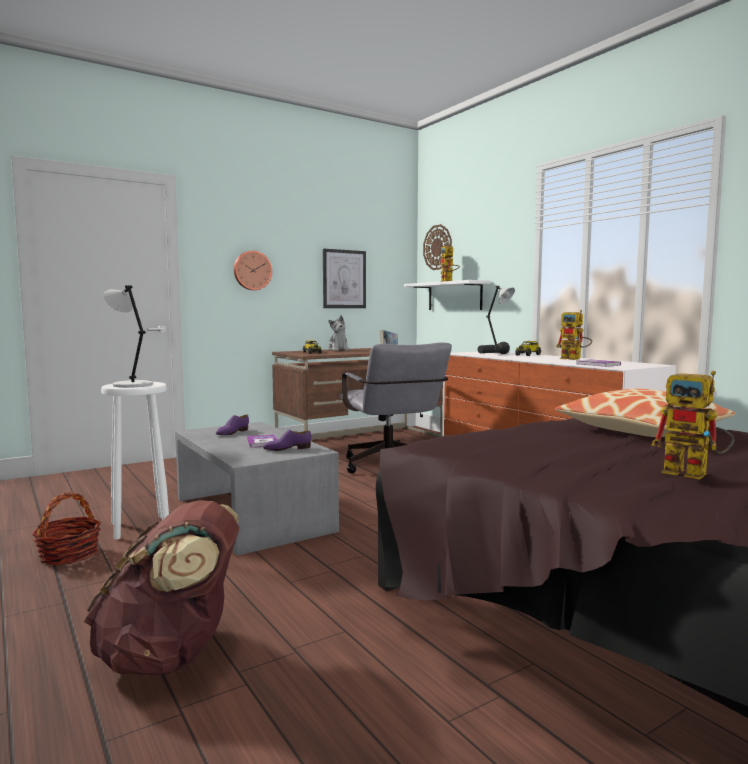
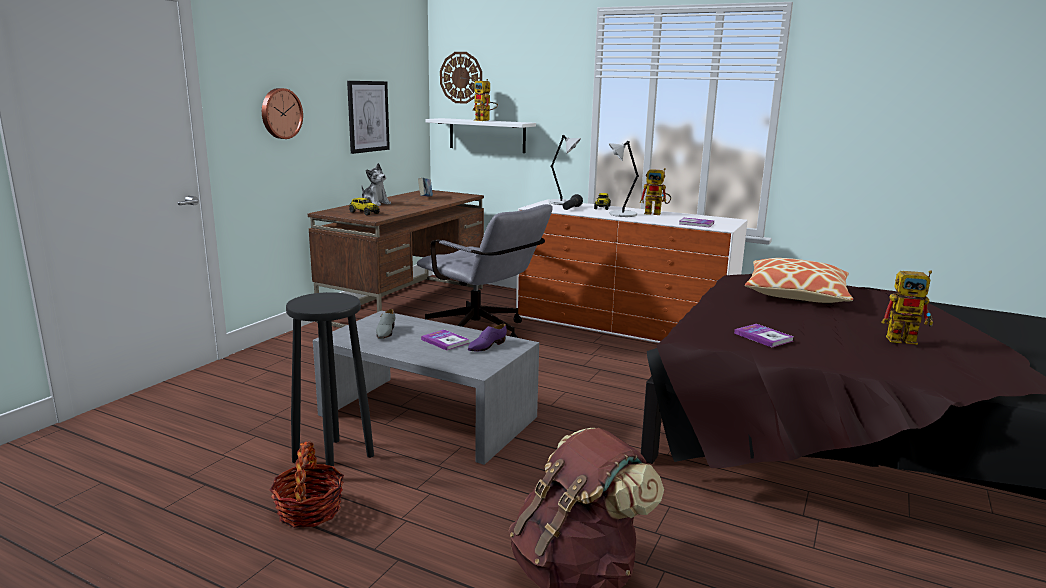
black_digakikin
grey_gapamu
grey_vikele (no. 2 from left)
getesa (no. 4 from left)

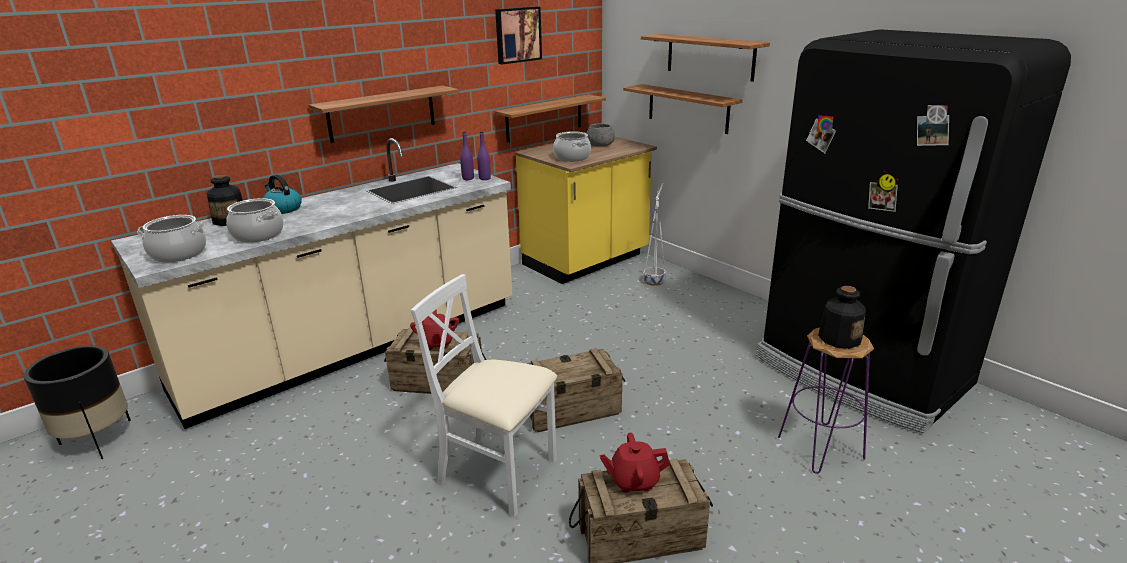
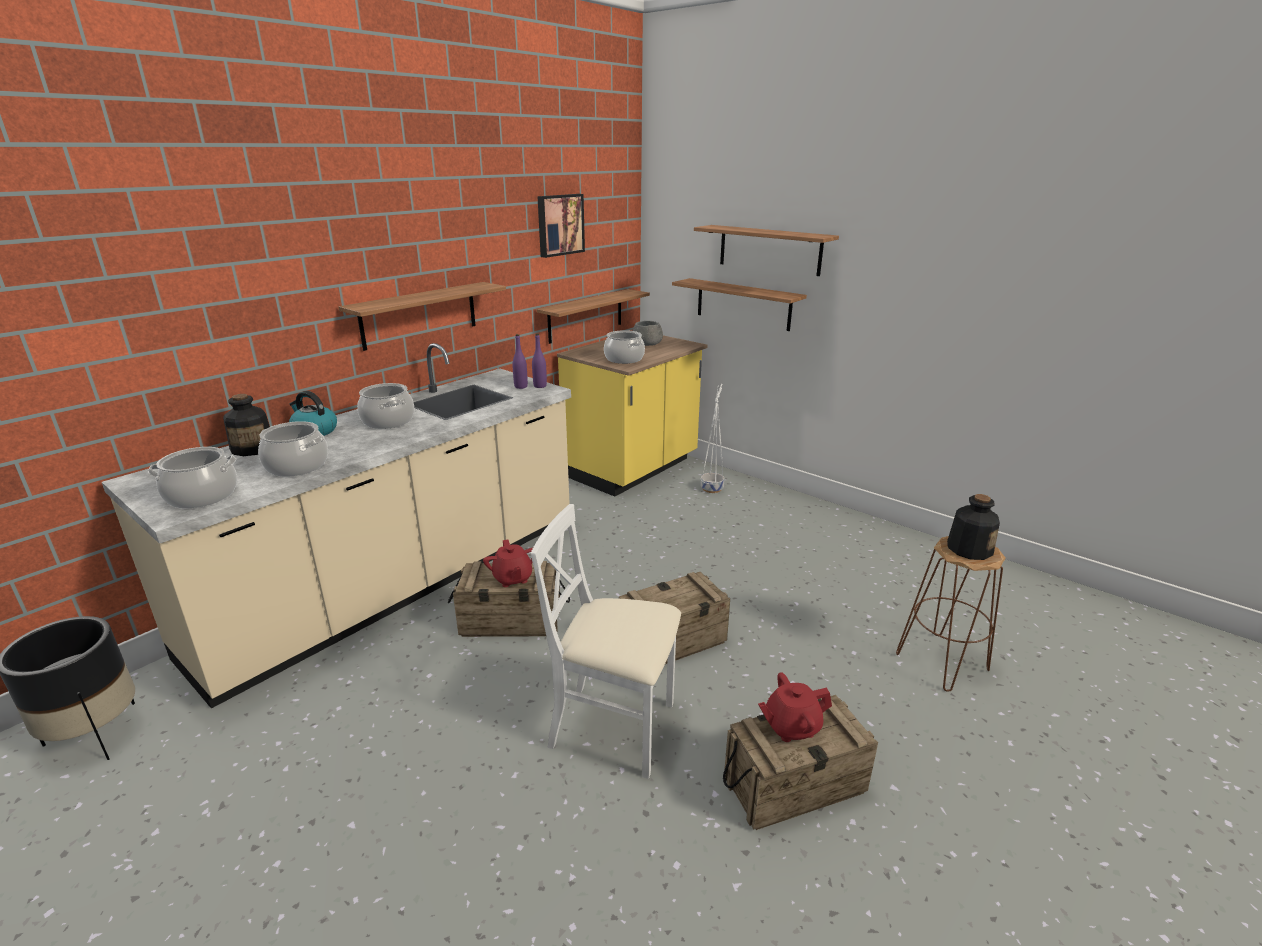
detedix (no. 3 from left)
brown_digakikin
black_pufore

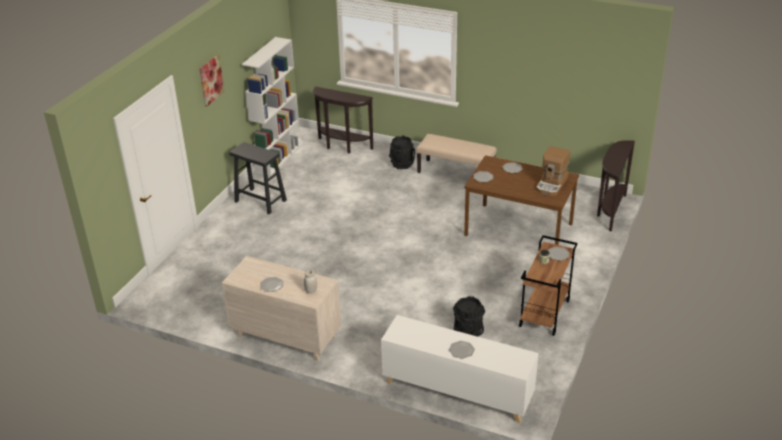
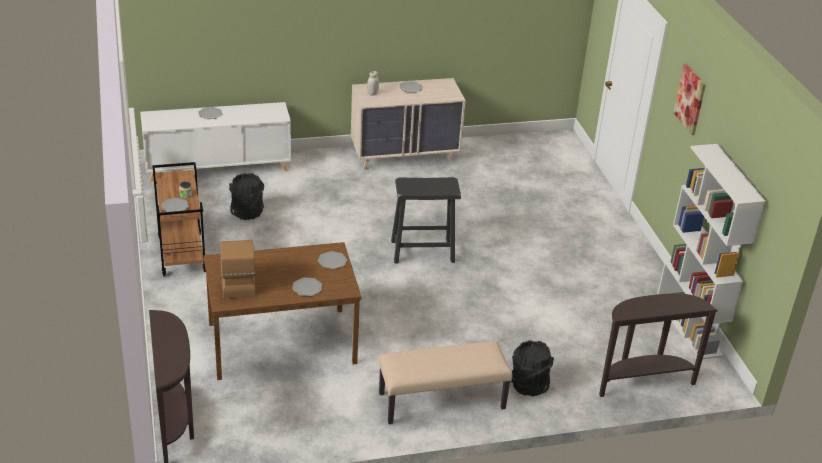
black_digakikin

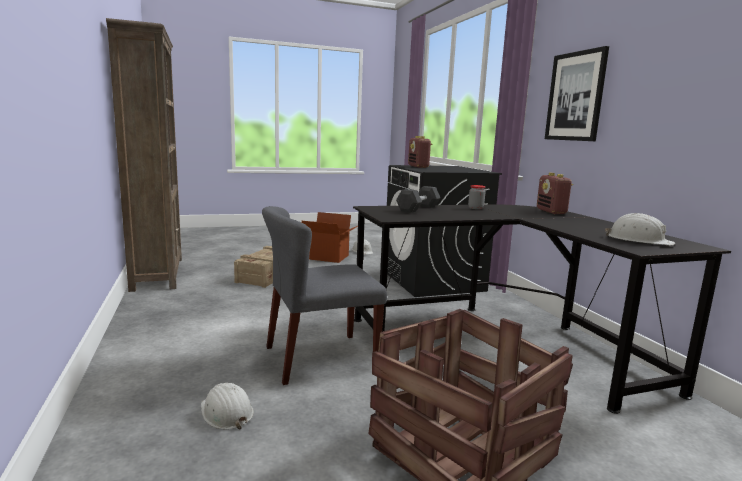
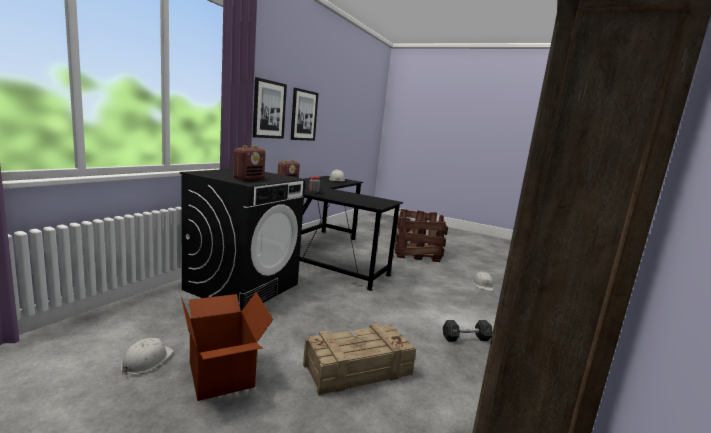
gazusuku (no. 2 from left)
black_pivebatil
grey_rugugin

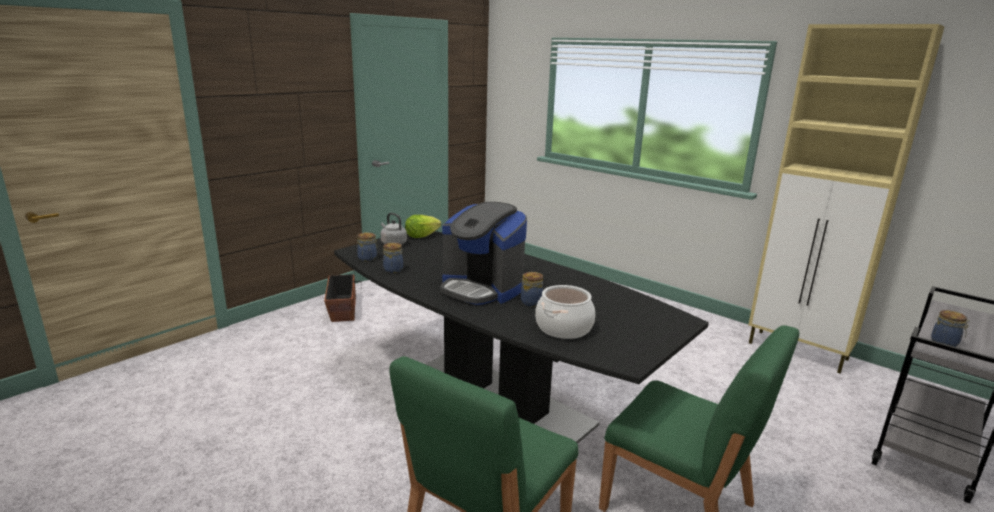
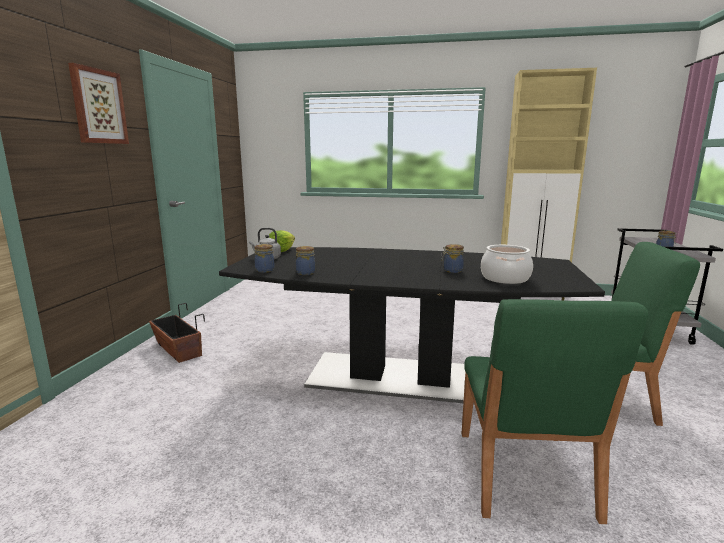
gazusuku
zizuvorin

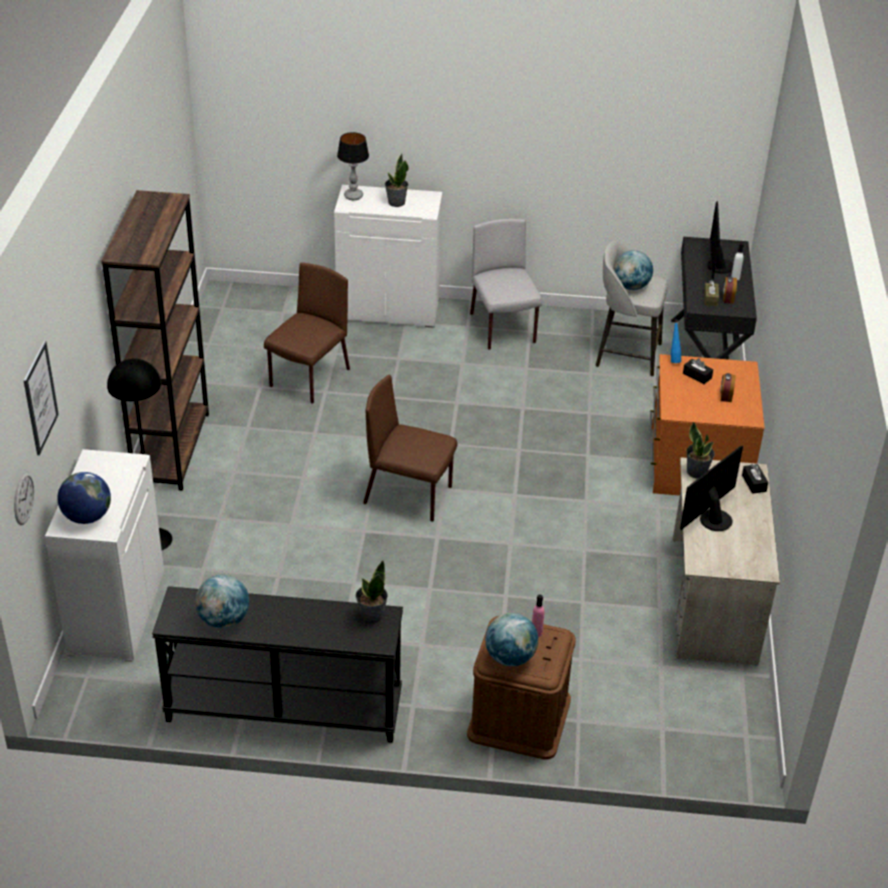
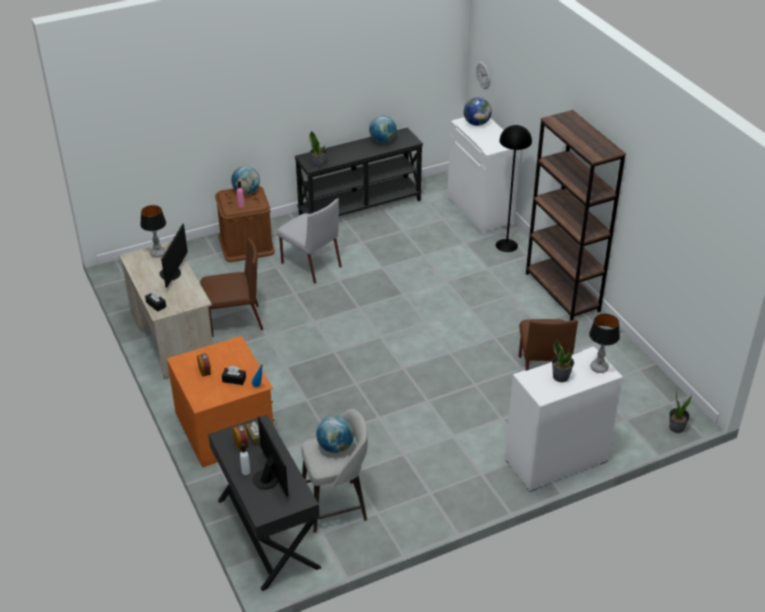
vikele (no. 1 from left)
brown_rugugin (no. 1 from left)
grey_rugugin
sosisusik (no. 3 from left)
gazusuku

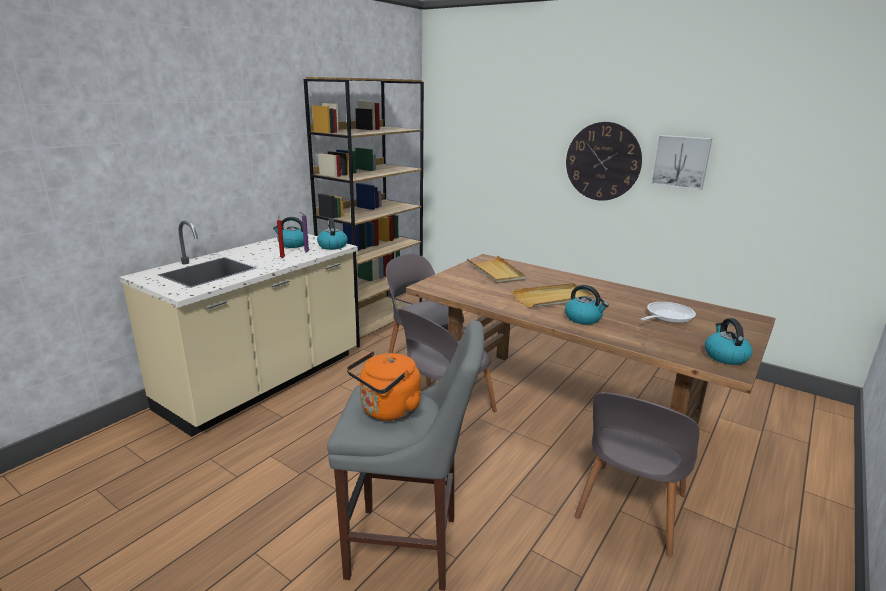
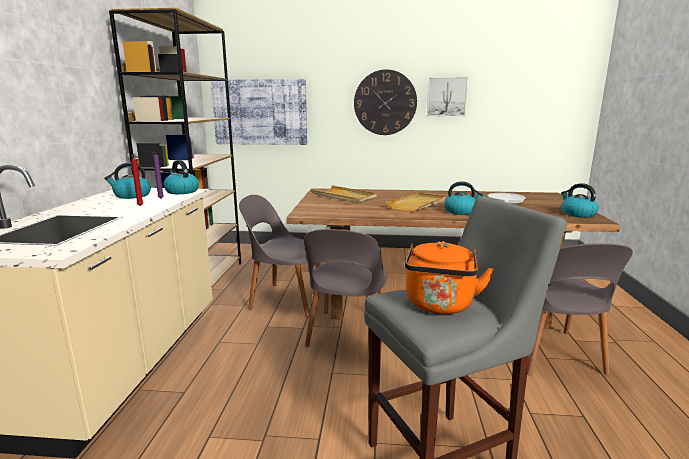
gazusuku (no. 1 from left)

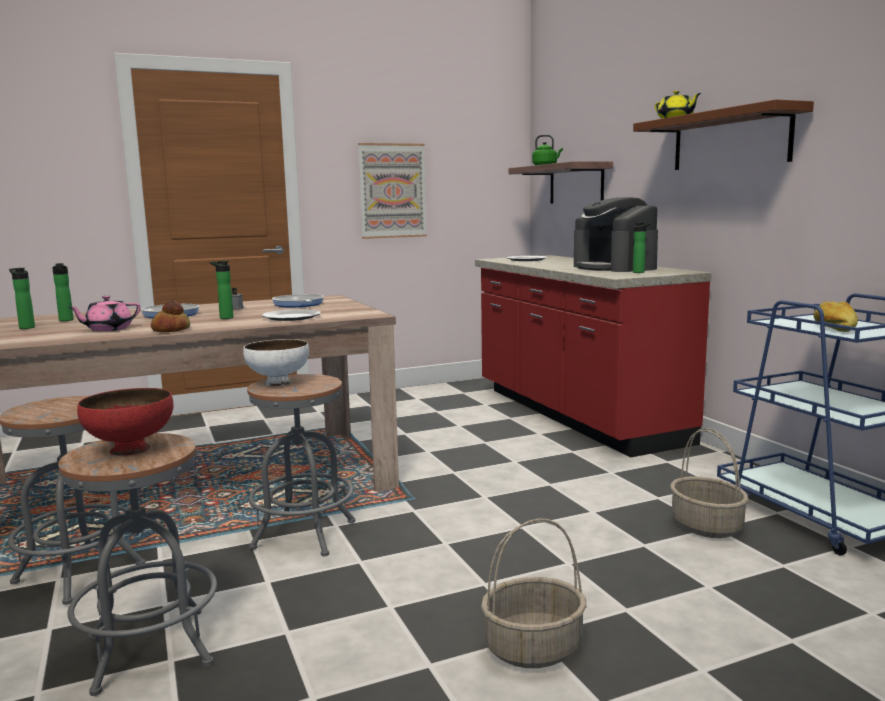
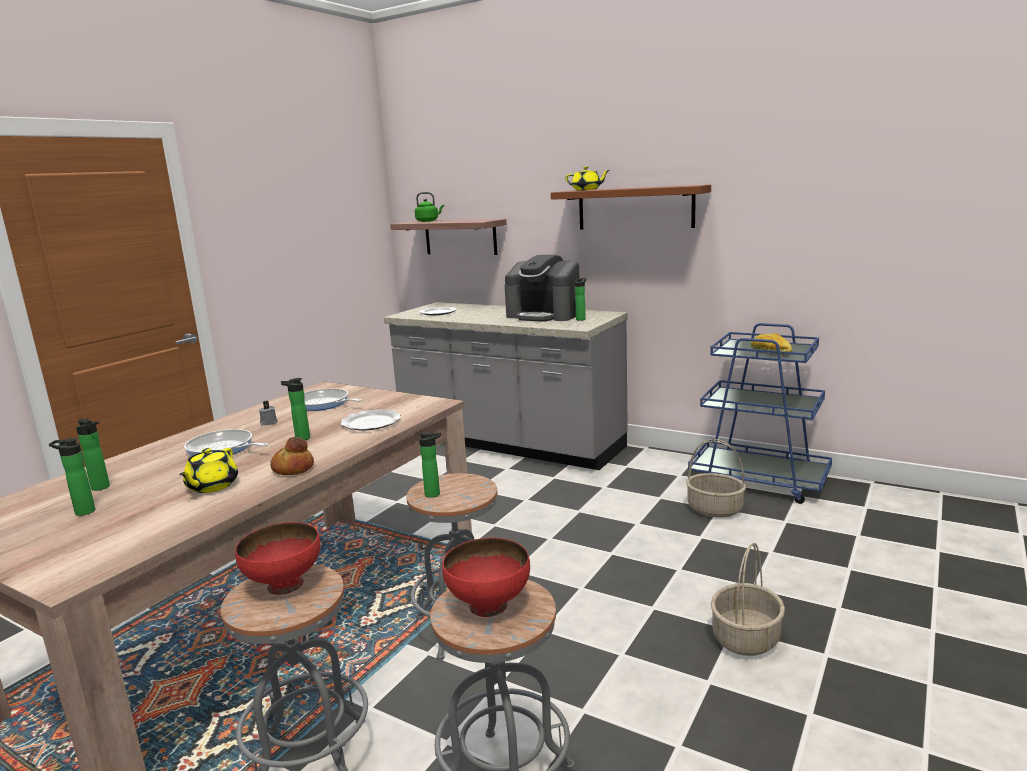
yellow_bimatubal (no. 1 from left)
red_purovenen (no. 1 from left)
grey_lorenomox
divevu (no. 4 from left)
gazusuku

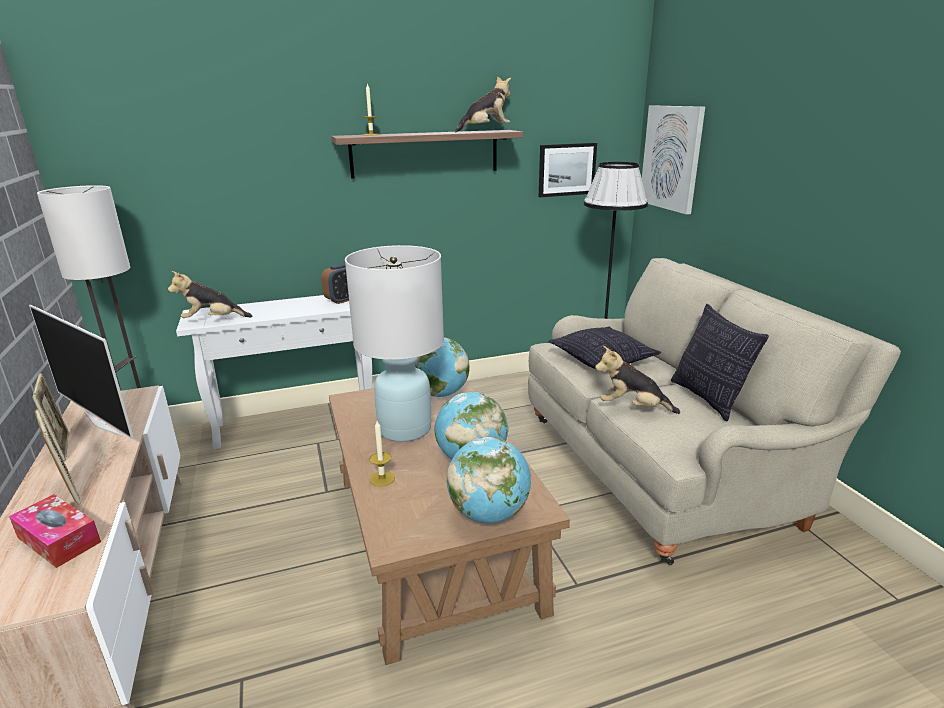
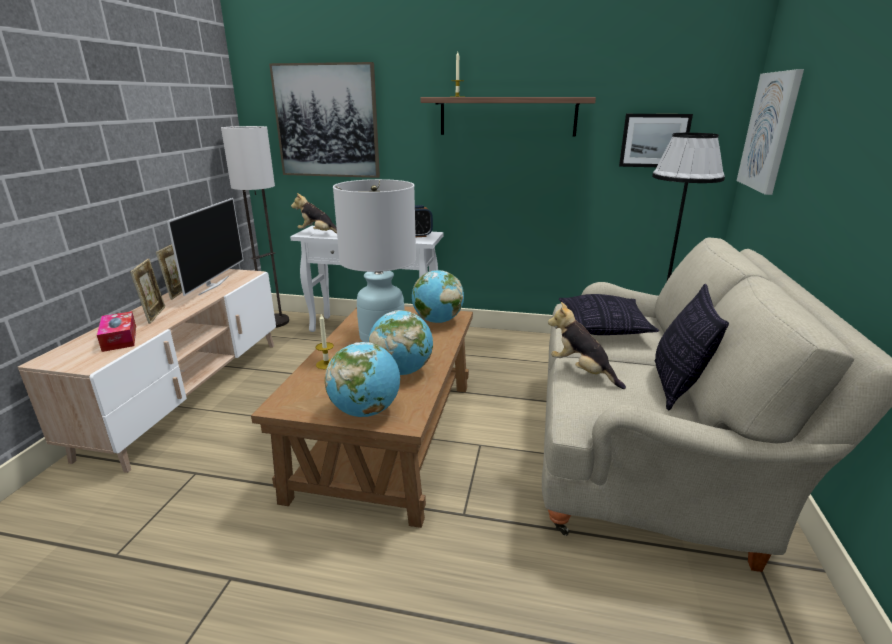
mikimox
gazusuku (no. 1 from left)
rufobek (no. 2 from left in the first image)

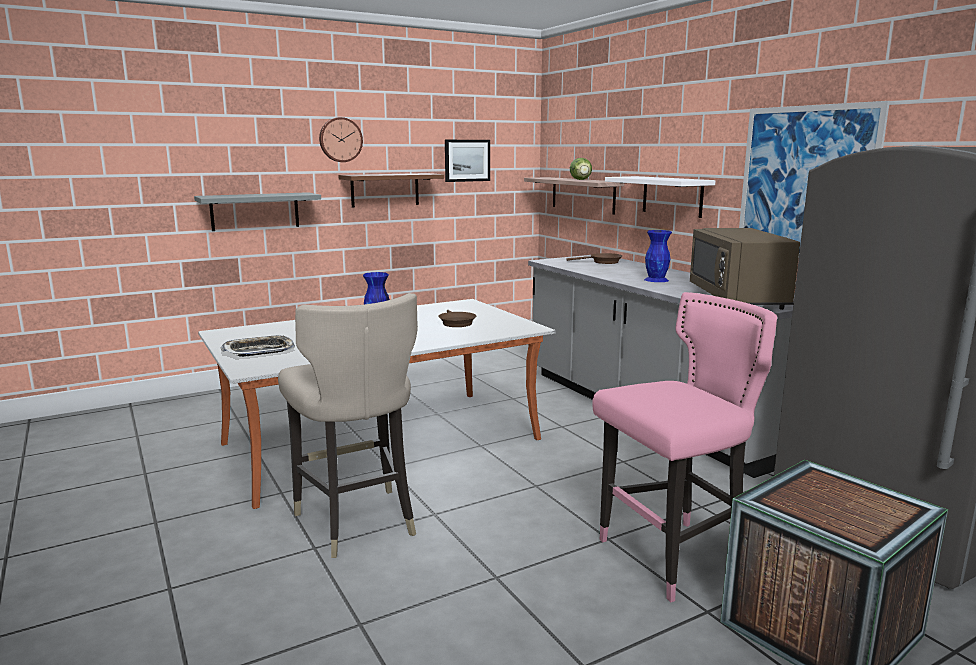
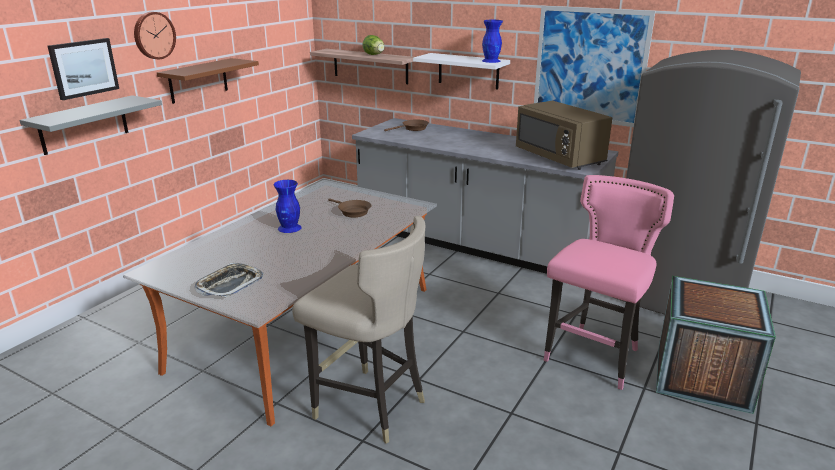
gazusuku (no. 1 from left)
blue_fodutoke (no. 2 from left)

